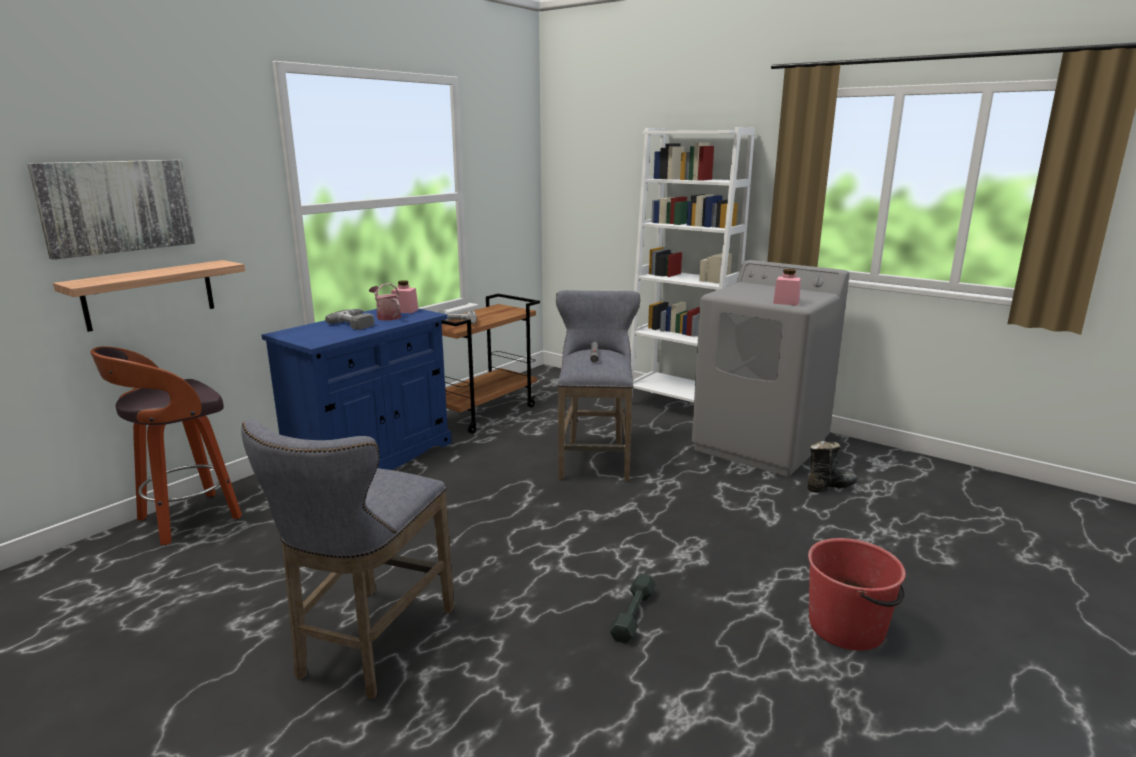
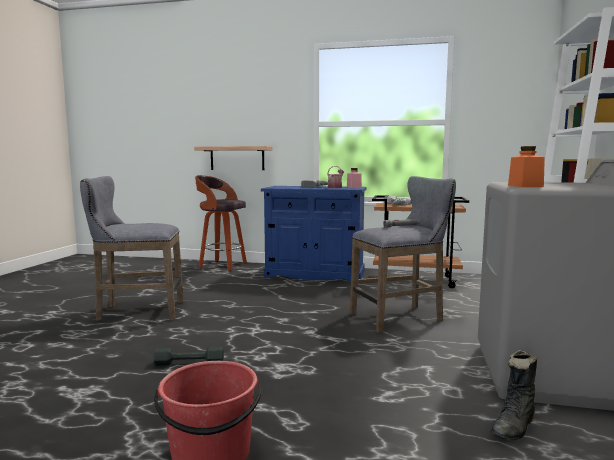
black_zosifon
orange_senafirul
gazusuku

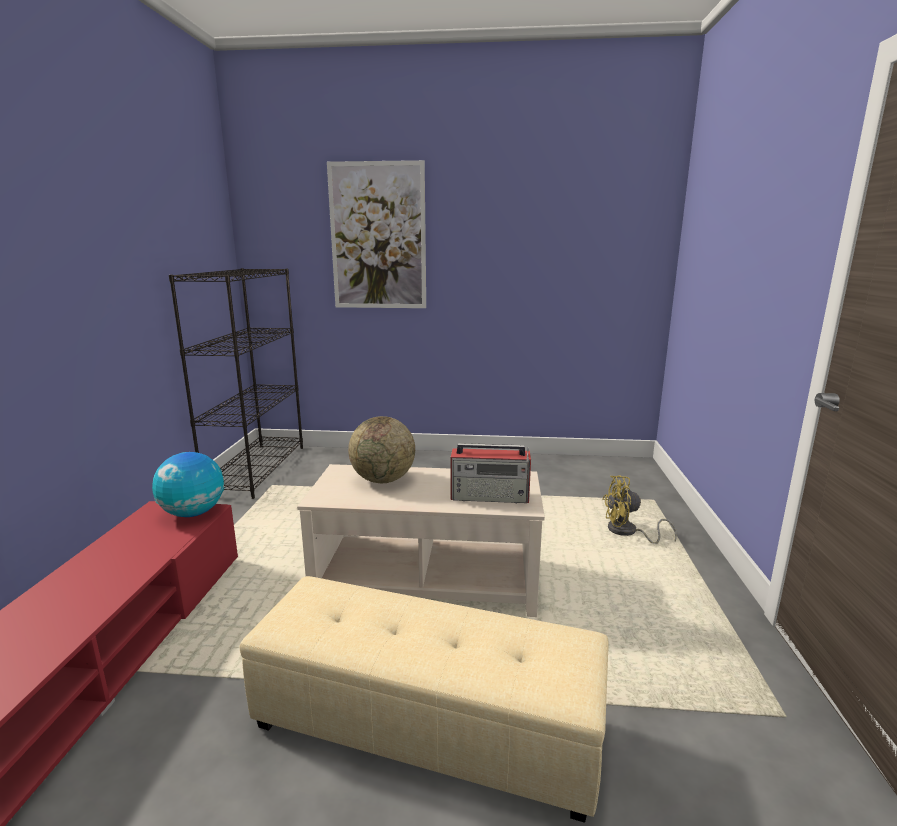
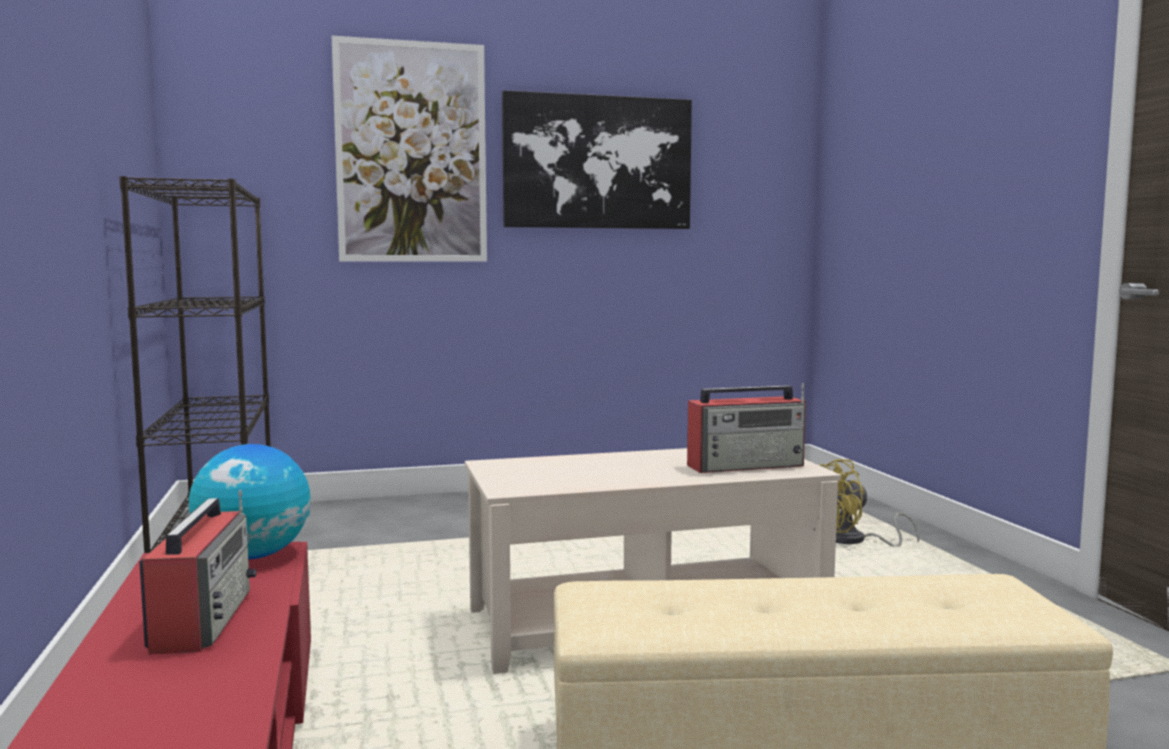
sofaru (no. 1 from left)
gazusuku (no. 2 from left)
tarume (no. 2 from left in the first image)

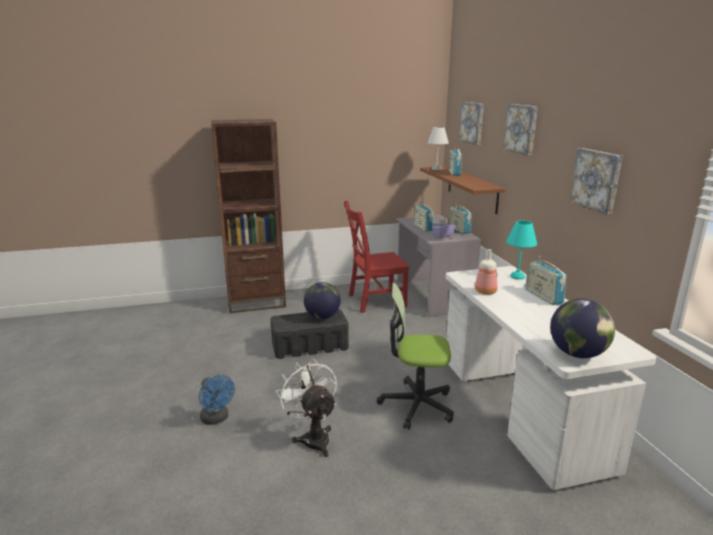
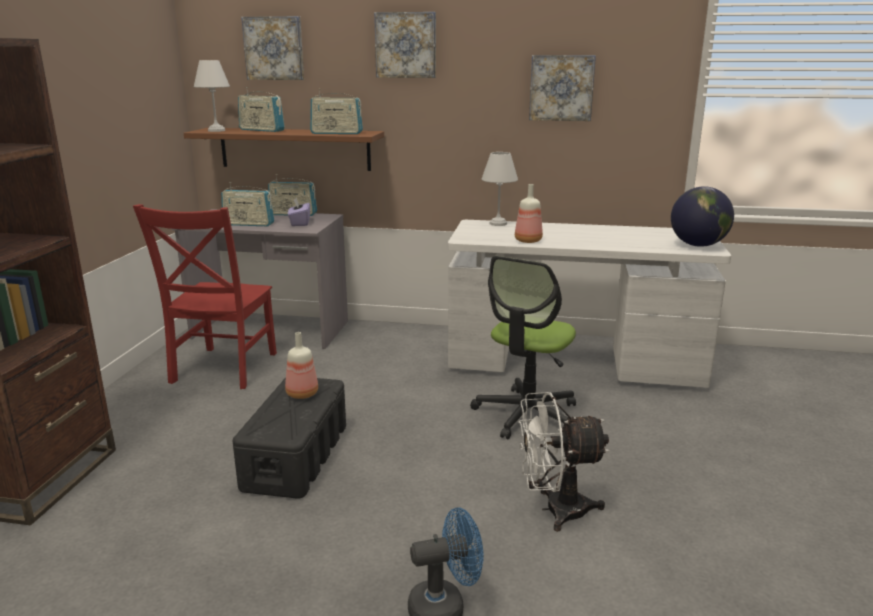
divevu (no. 1 from left)
sofaru (no. 4 from left)
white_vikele (no. 2 from left)

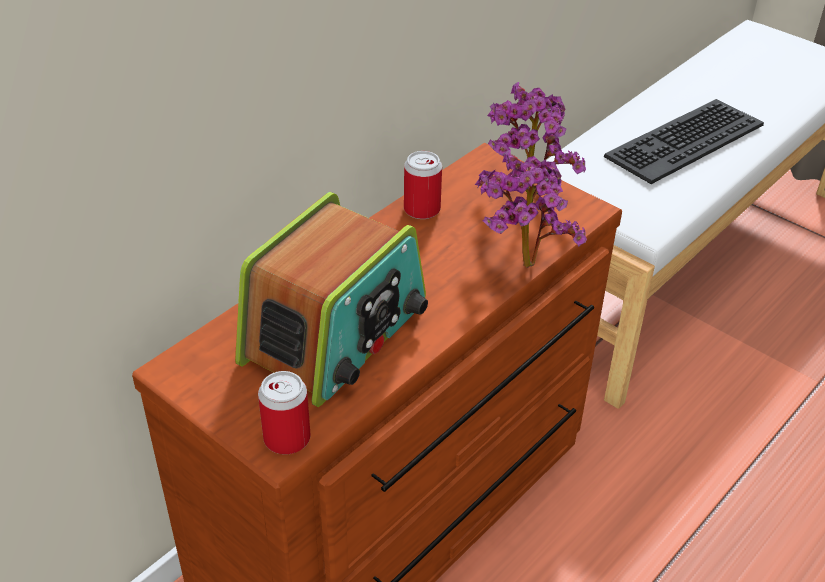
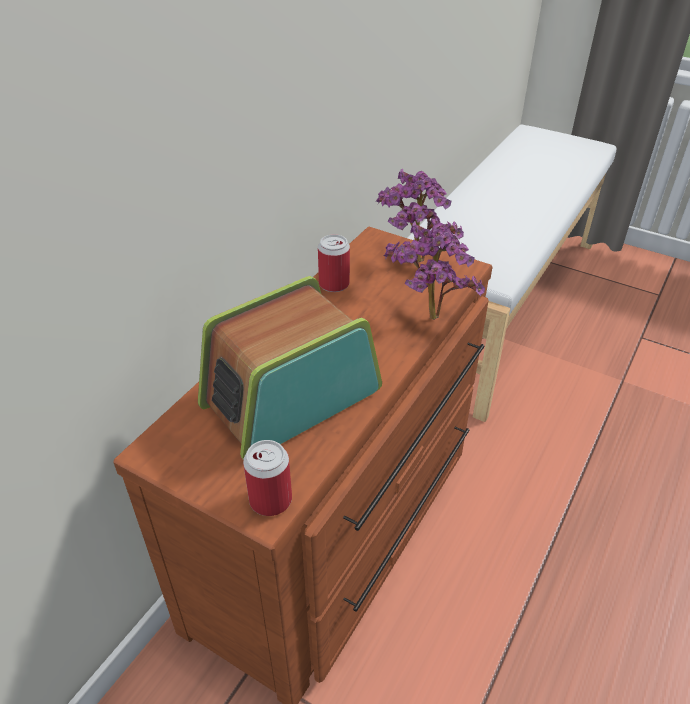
sofaru
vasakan

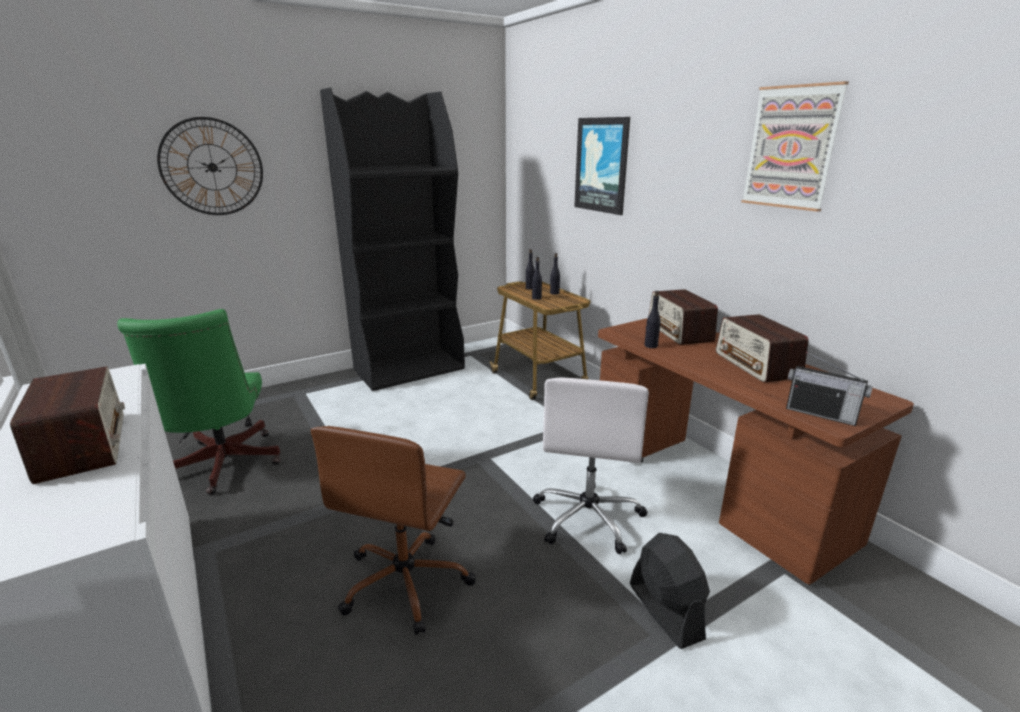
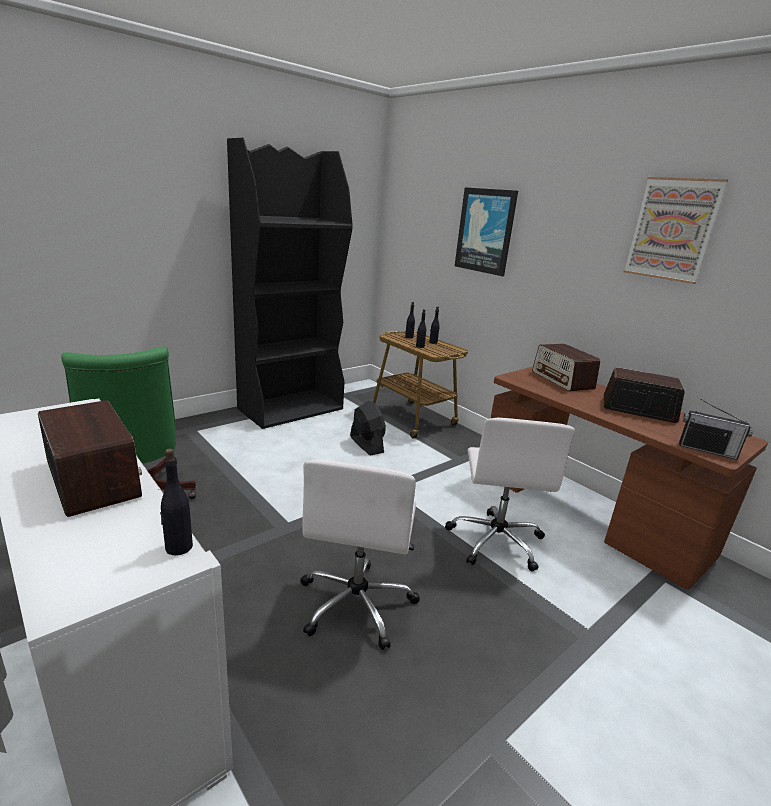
black_divevu (no. 1 from left)
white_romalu (no. 1 from left)
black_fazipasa
sofaru (no. 3 from left)
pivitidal

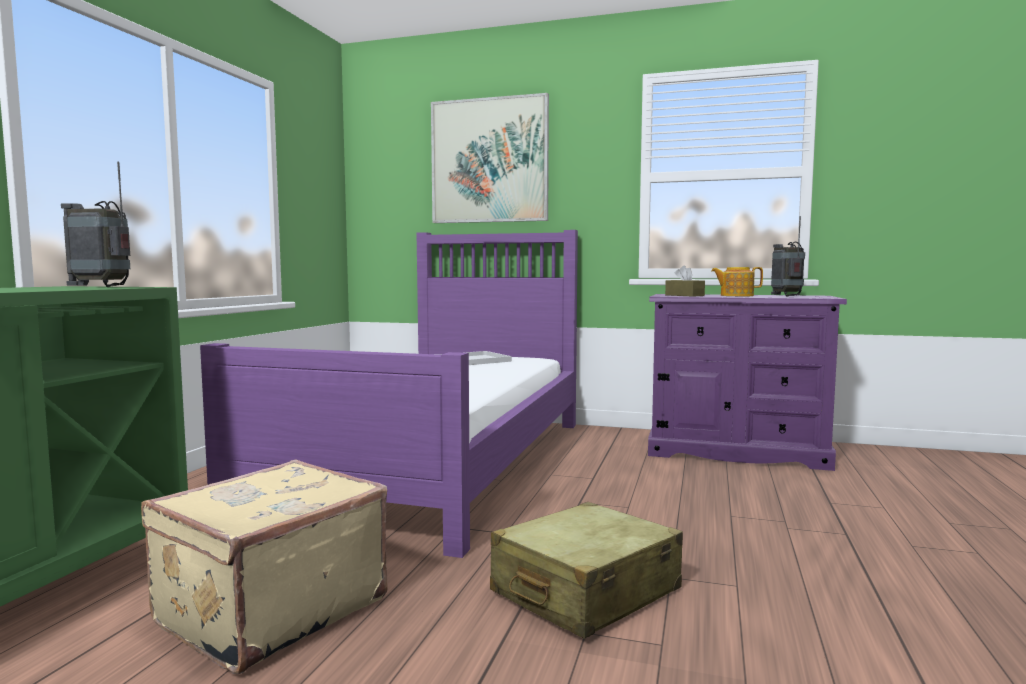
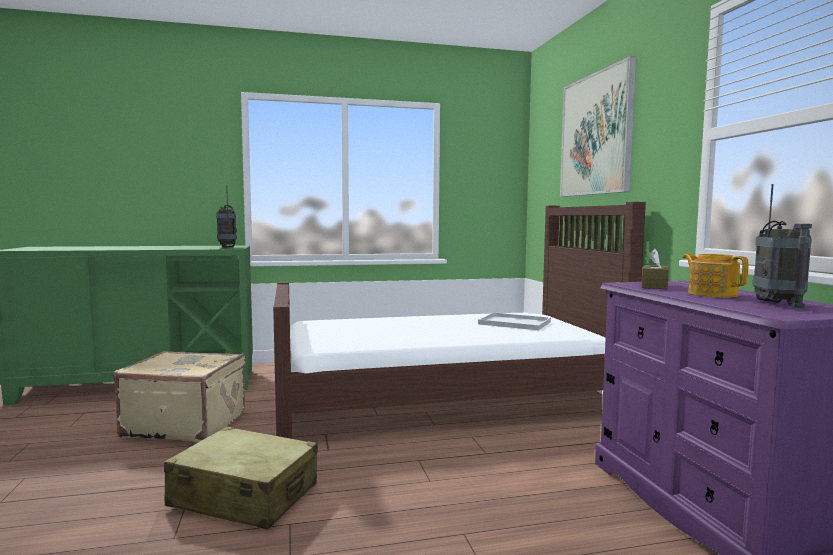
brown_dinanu
sofaru (no. 2 from left)

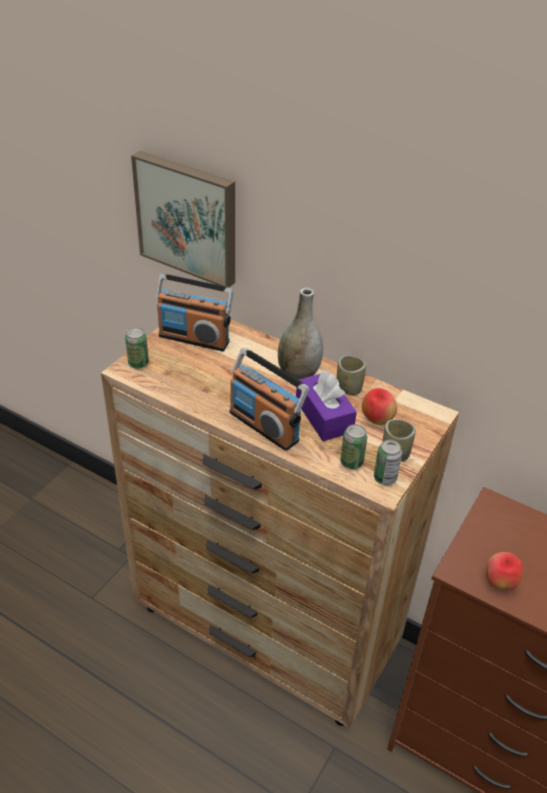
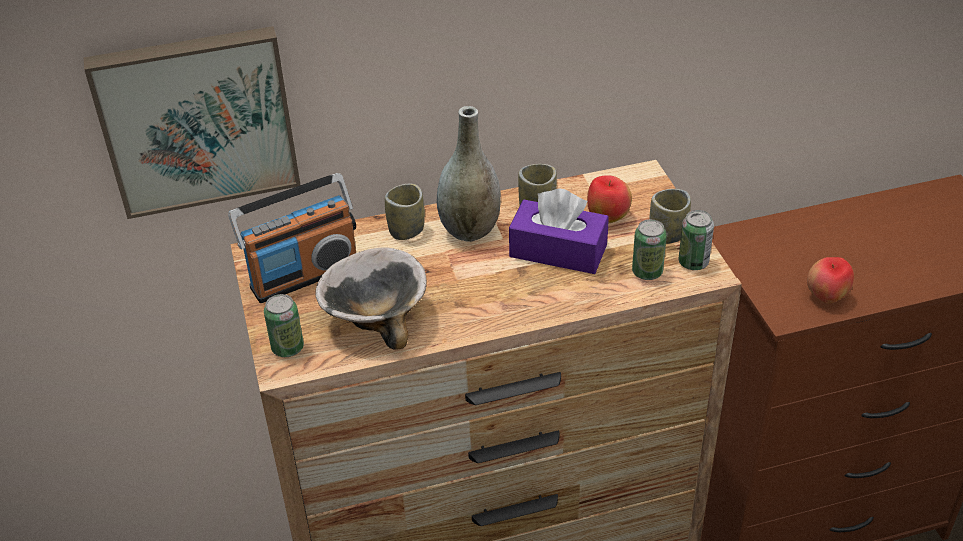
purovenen
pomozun (no. 1 from left)
sofaru (no. 2 from left in the first image)

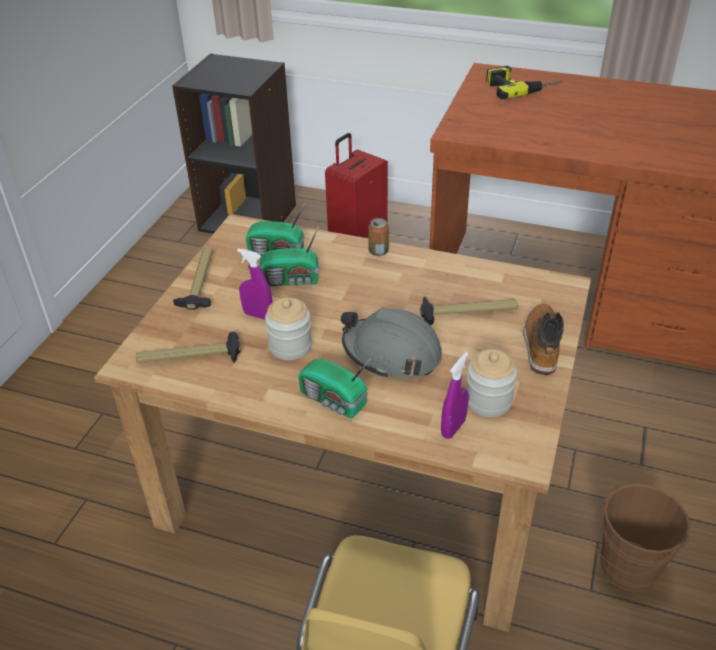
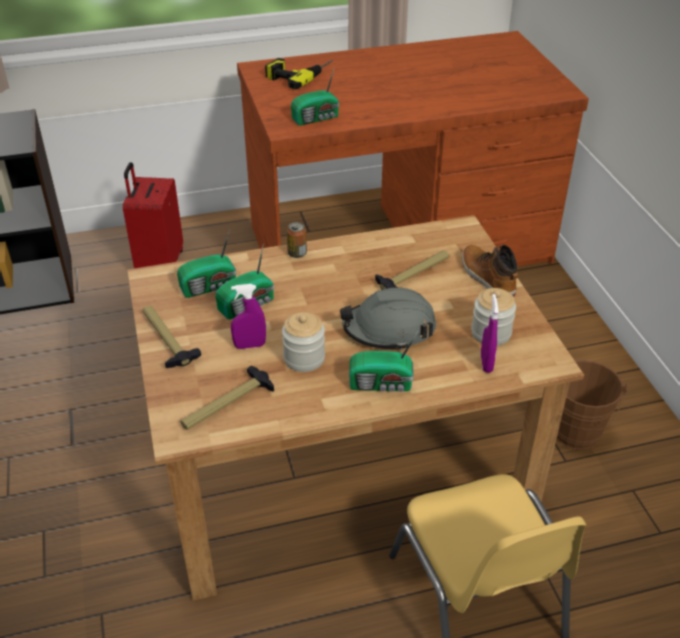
sofaru (no. 3 from left)

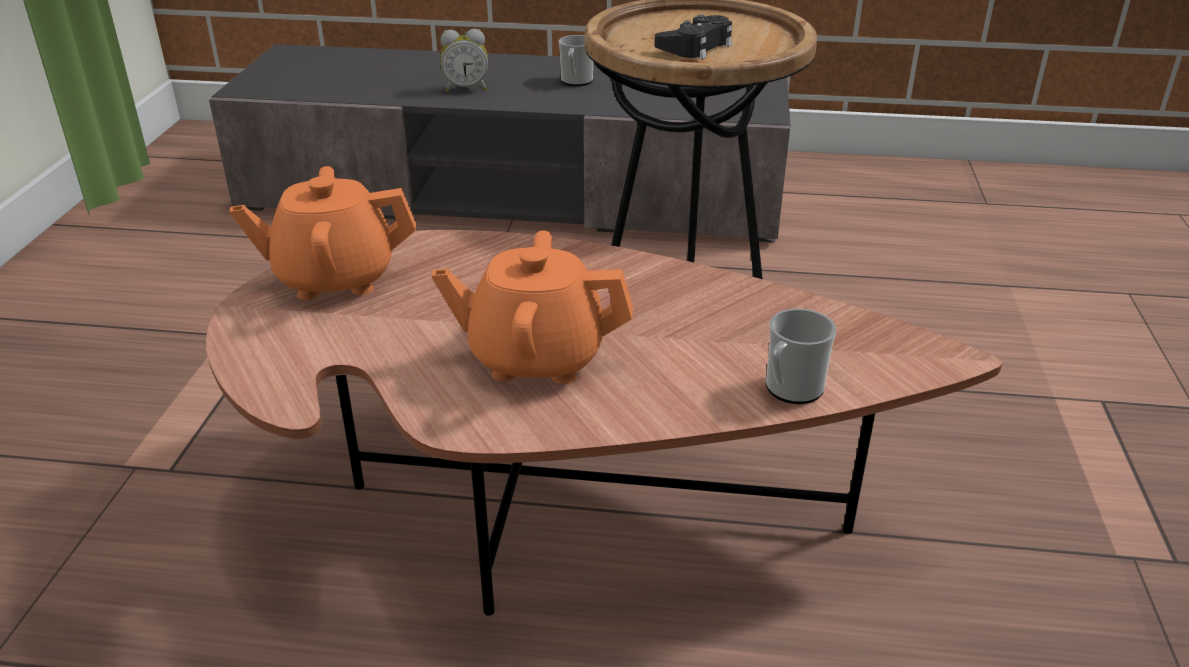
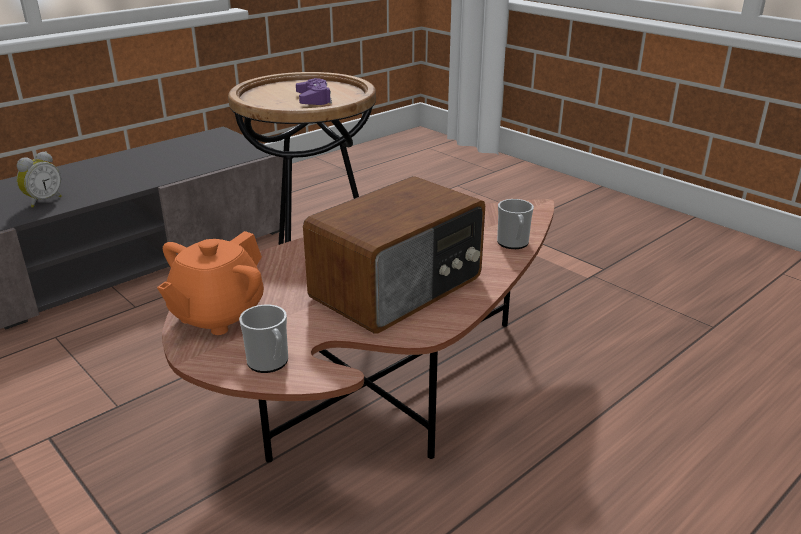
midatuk (no. 1 from left)
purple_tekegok
sofaru

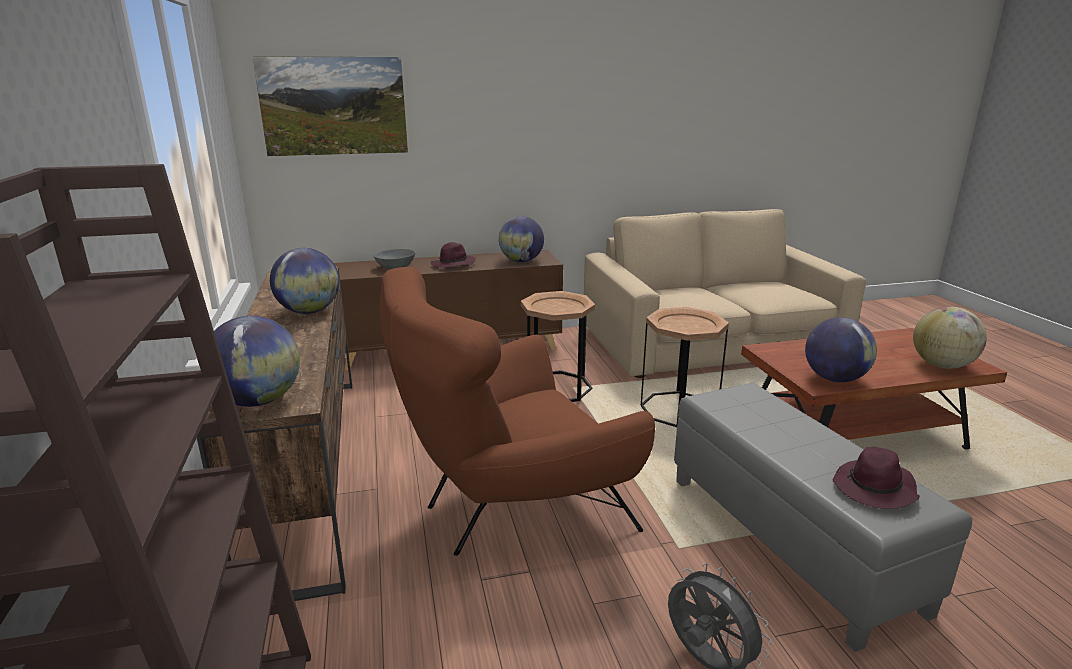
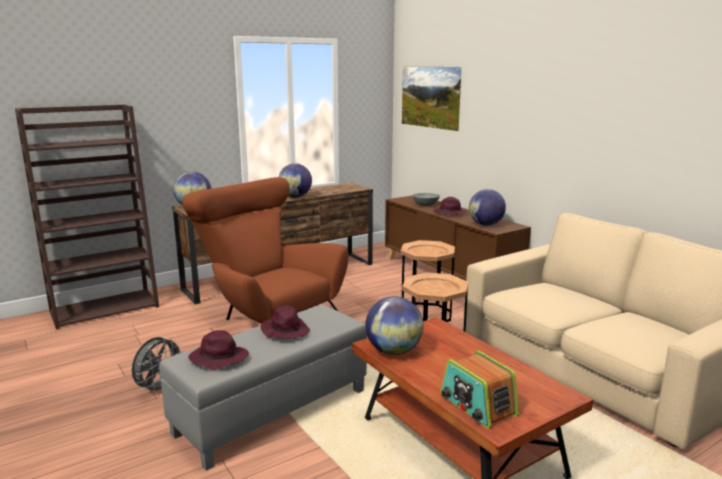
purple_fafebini (no. 2 from left)
sofaru

